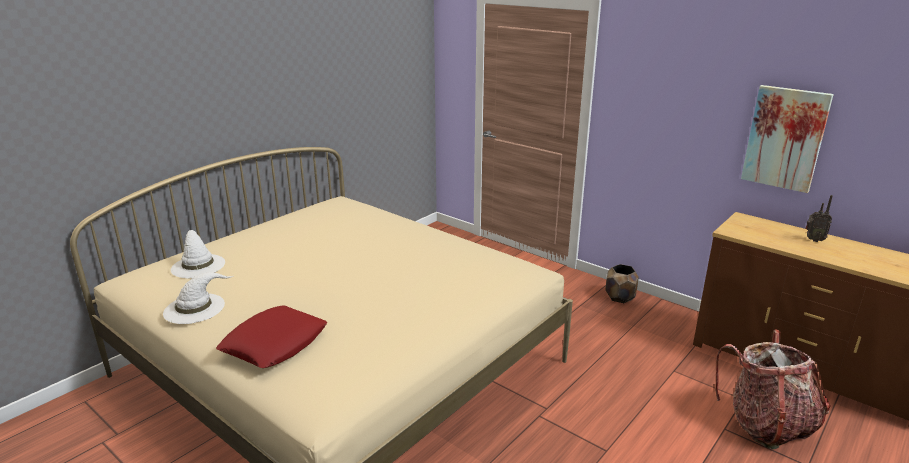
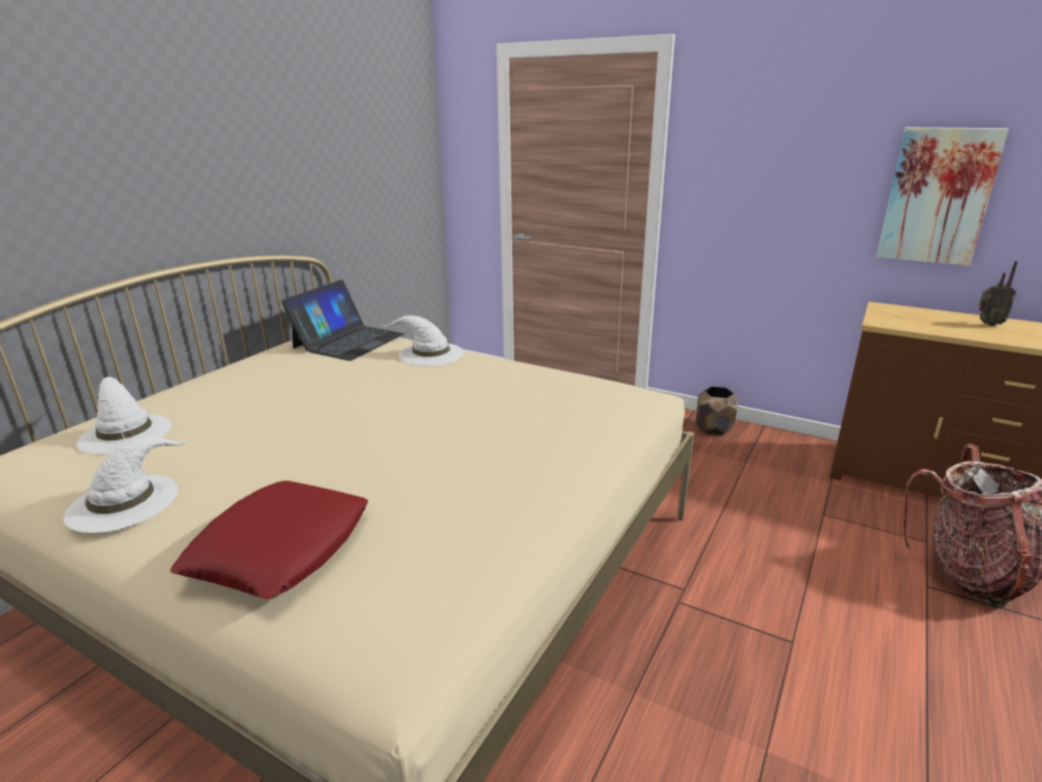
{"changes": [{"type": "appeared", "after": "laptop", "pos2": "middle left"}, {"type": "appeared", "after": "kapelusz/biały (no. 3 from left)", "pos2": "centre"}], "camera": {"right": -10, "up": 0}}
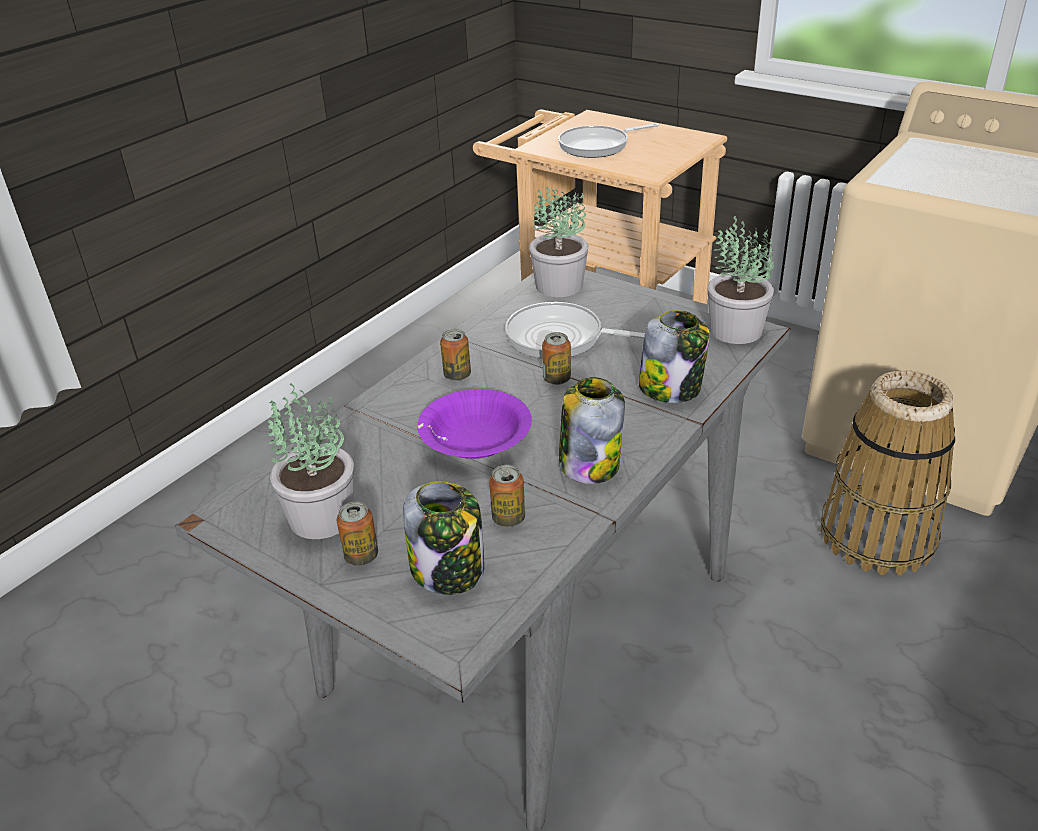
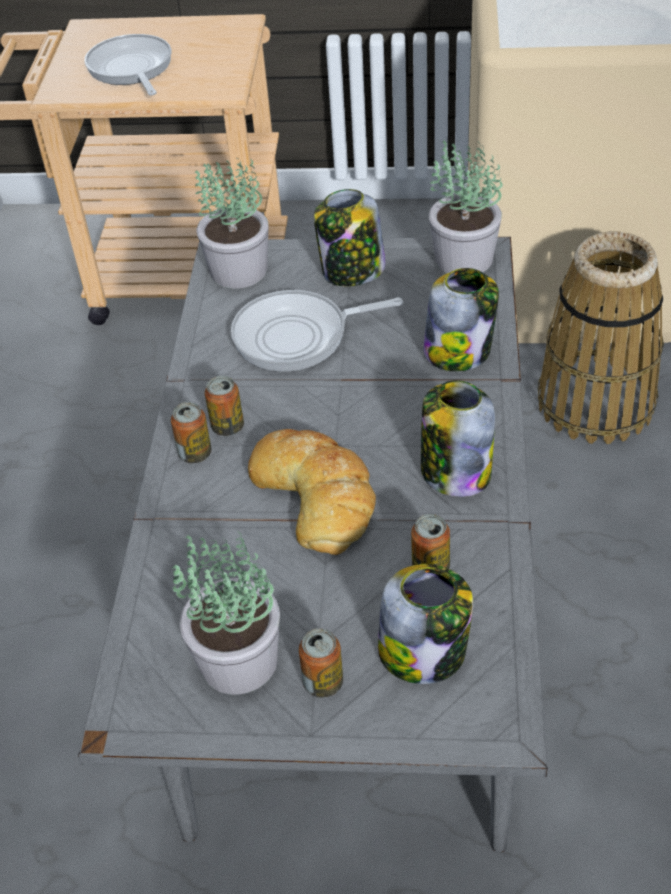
{"changes": [{"type": "spun", "before": "patelnia (no. 2 from left in the first image)", "pos1": "top centre", "pos2": "top left", "turn": 120}, {"type": "relocated", "before": "puszka (no. 4 from left in the first image)", "after": "puszka (no. 1 from left)", "pos1": "centre", "pos2": "middle left"}, {"type": "exchanged", "before": "miska/fioletowy", "after": "chleb", "pos1": "centre", "pos2": "centre"}, {"type": "appeared", "after": "słoik (no. 1 from left)", "pos2": "top centre"}], "camera": {"right": -30, "up": 10}}
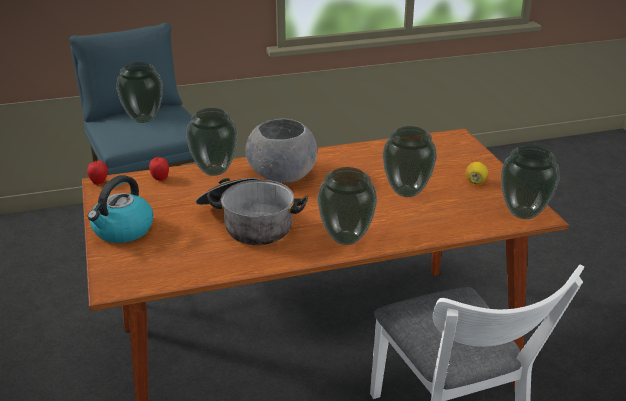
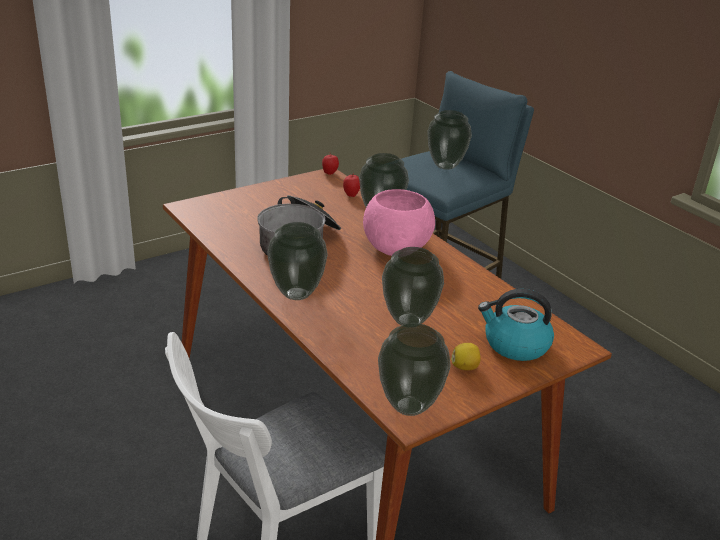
{"changes": [{"type": "colour", "before": "miska/szary", "after": "miska/różowy", "pos1": "centre", "pos2": "centre"}, {"type": "relocated", "before": "czajnik", "pos1": "middle left", "pos2": "middle right"}], "camera": {"right": 70, "up": 0}}
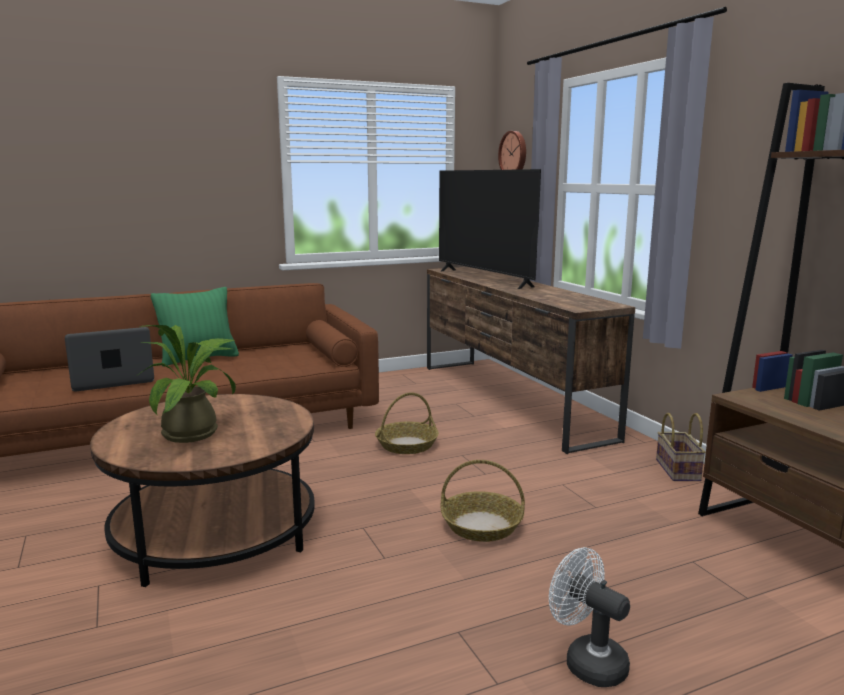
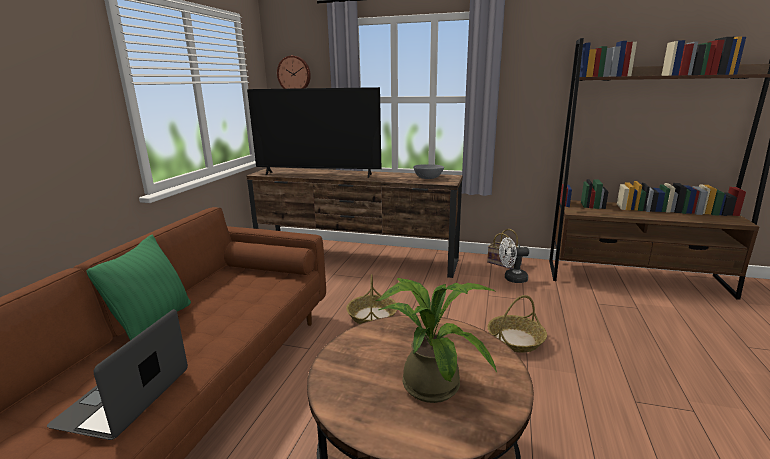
{"changes": [{"type": "relocated", "before": "wentylator/biały", "pos1": "bottom right", "pos2": "middle right"}, {"type": "appeared", "after": "miska/szary", "pos2": "centre"}], "camera": {"right": -50, "up": 5}}
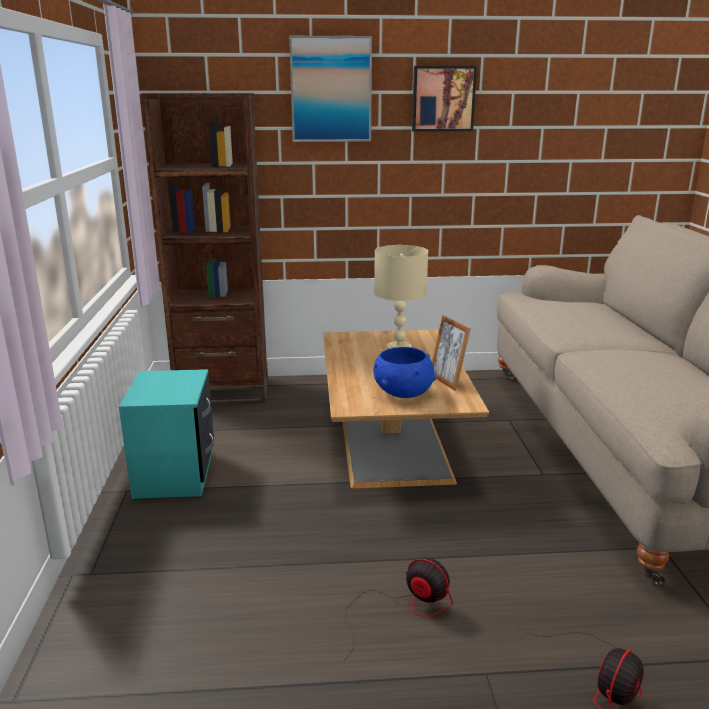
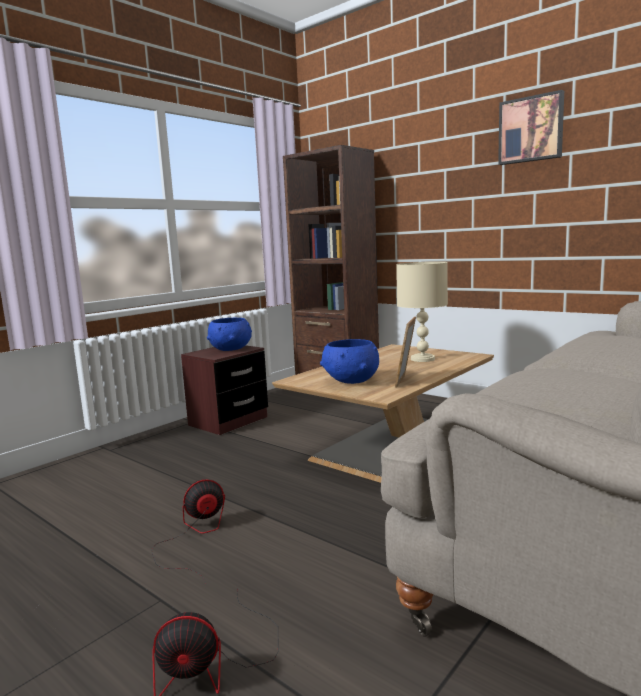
{"changes": [{"type": "missing", "before": "obraz (no. 1 from left)", "pos1": "top centre"}, {"type": "colour", "before": "szafka nocna/turkusowy", "after": "szafka nocna/brązowy", "pos1": "middle left", "pos2": "centre"}, {"type": "spun", "before": "wentylator (no. 1 from left)", "pos1": "bottom centre", "pos2": "bottom left", "turn": -105}, {"type": "appeared", "after": "miska/niebieski (no. 1 from left)", "pos2": "centre"}], "camera": {"right": 45, "up": -10}}
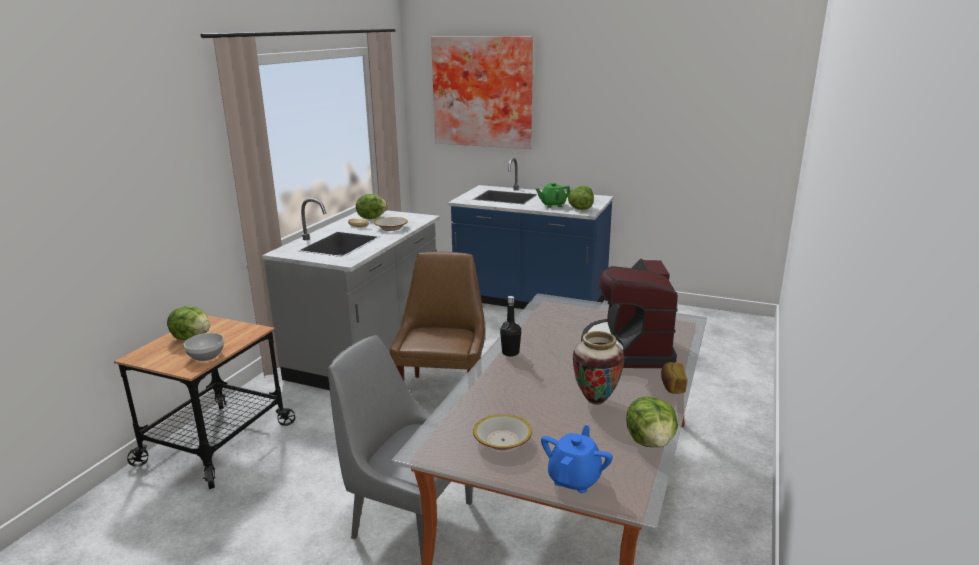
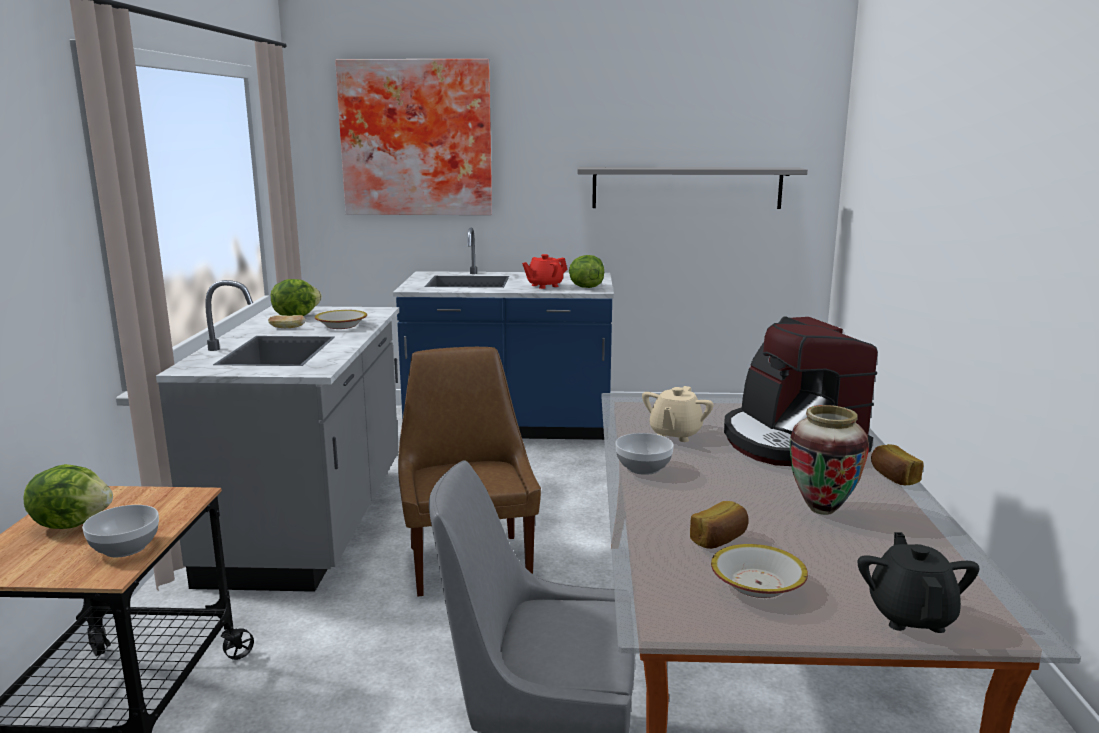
{"changes": [{"type": "colour", "before": "imbryk/zielony", "after": "imbryk/czerwony", "pos1": "centre", "pos2": "centre"}, {"type": "exchanged", "before": "butelka/czarny", "after": "miska (no. 3 from left)", "pos1": "centre", "pos2": "centre"}, {"type": "missing", "before": "sałata (no. 4 from left)", "pos1": "bottom centre"}, {"type": "colour", "before": "imbryk/niebieski", "after": "imbryk/czarny", "pos1": "bottom centre", "pos2": "bottom right"}, {"type": "appeared", "after": "półka/szary", "pos2": "top centre"}, {"type": "appeared", "after": "imbryk/beżowy", "pos2": "centre"}, {"type": "appeared", "after": "chleb (no. 2 from left)", "pos2": "bottom centre"}], "camera": {"right": -20, "up": -5}}
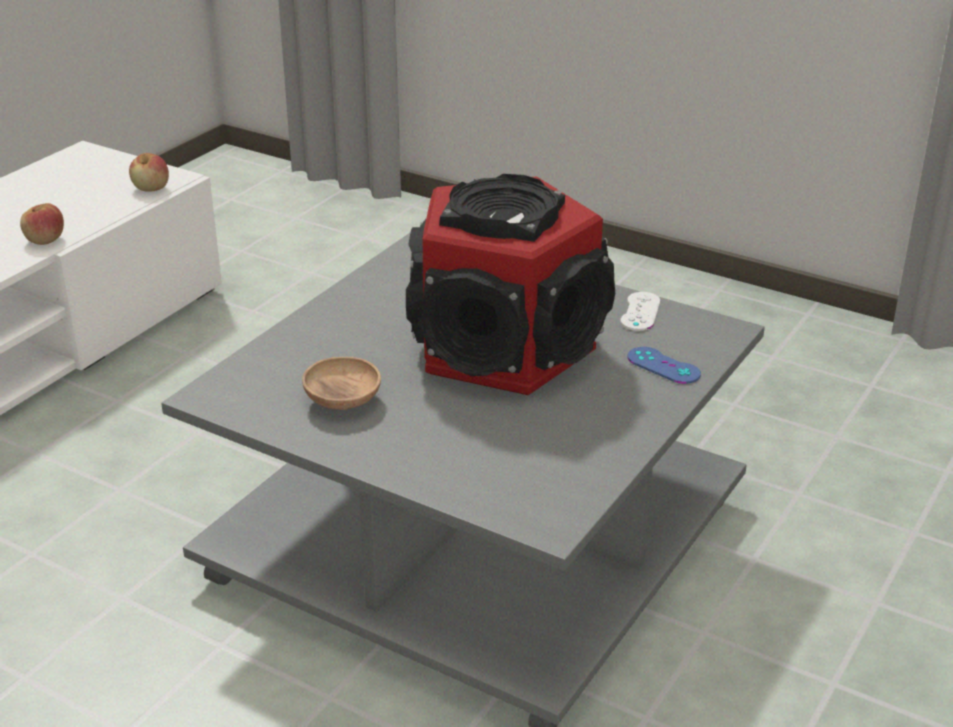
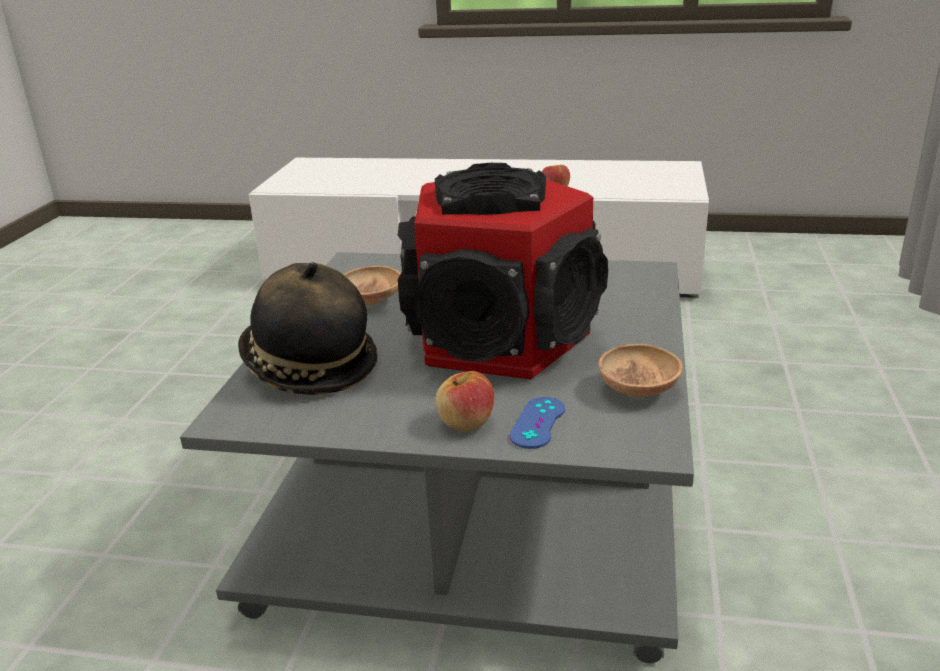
{"changes": [{"type": "relocated", "before": "jabłko (no. 2 from left in the first image)", "after": "jabłko (no. 1 from left)", "pos1": "top left", "pos2": "centre"}, {"type": "exchanged", "before": "pad do gier/biały", "after": "miska/brązowy (no. 2 from left)", "pos1": "middle right", "pos2": "middle right"}, {"type": "appeared", "after": "kapelusz", "pos2": "middle left"}], "camera": {"right": 70, "up": -5}}
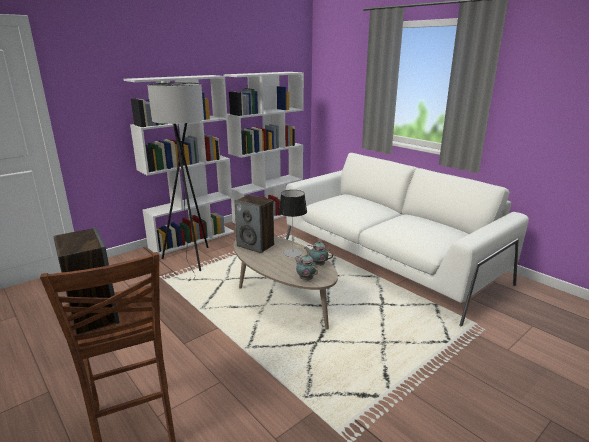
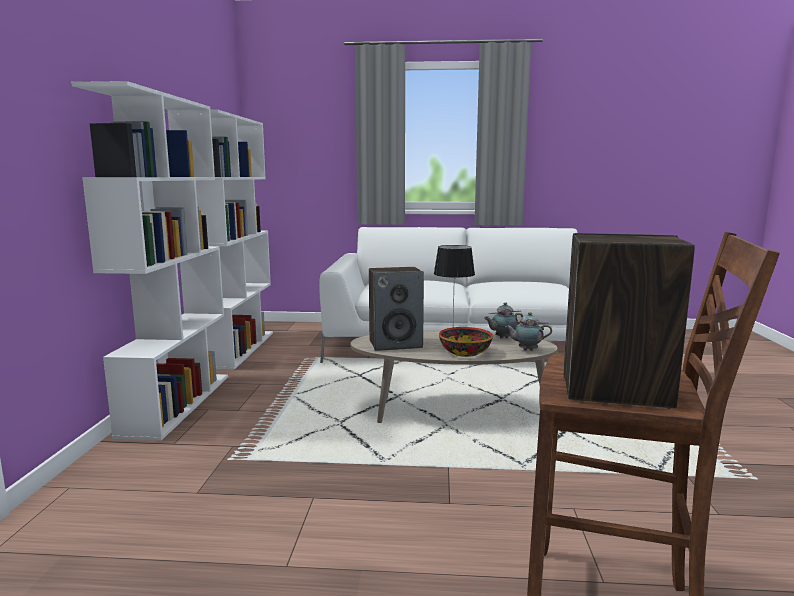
{"changes": [{"type": "missing", "before": "lampa stojąca/szary", "pos1": "middle left"}, {"type": "appeared", "after": "miska", "pos2": "centre"}], "camera": {"right": -45, "up": -10}}
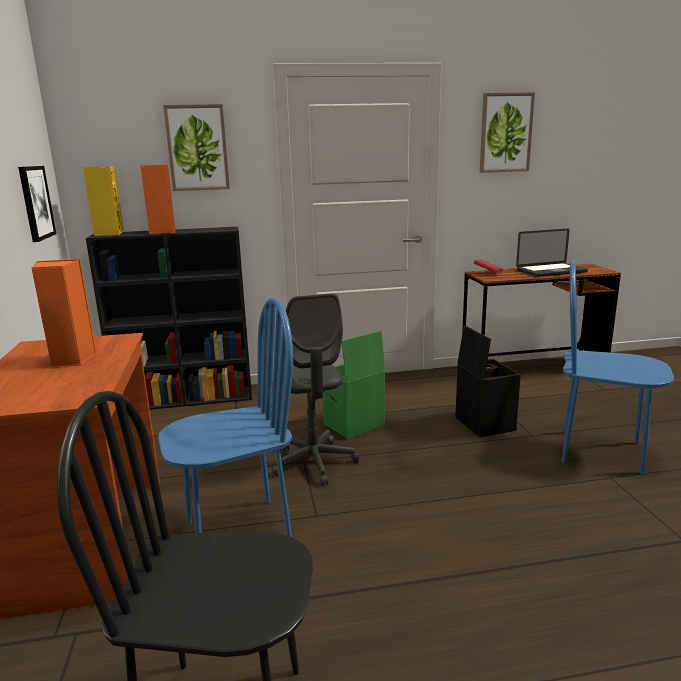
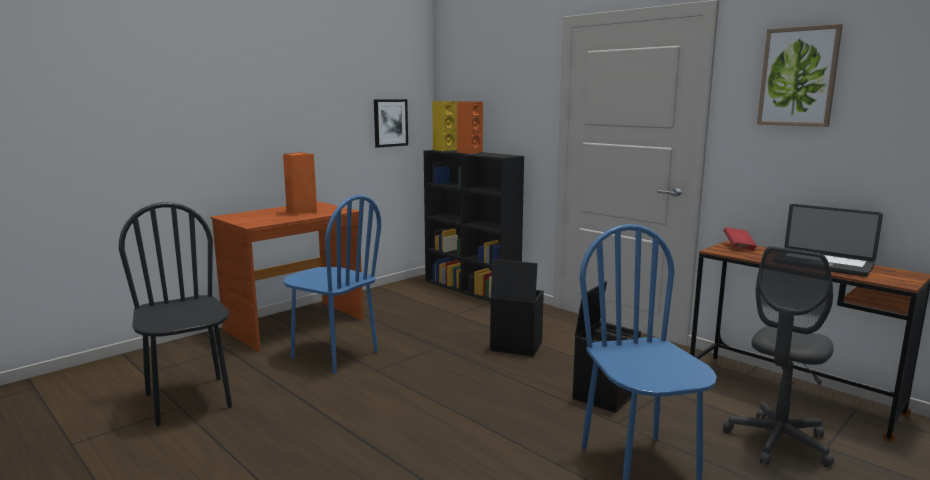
{"changes": [{"type": "missing", "before": "obraz (no. 2 from left)", "pos1": "top left"}, {"type": "relocated", "before": "krzesło biurowe/szary", "pos1": "centre", "pos2": "bottom right"}, {"type": "colour", "before": "pojemnik do przechowywania/zielony", "after": "pojemnik do przechowywania/czarny (no. 1 from left)", "pos1": "centre", "pos2": "centre"}], "camera": {"right": 55, "up": -5}}
